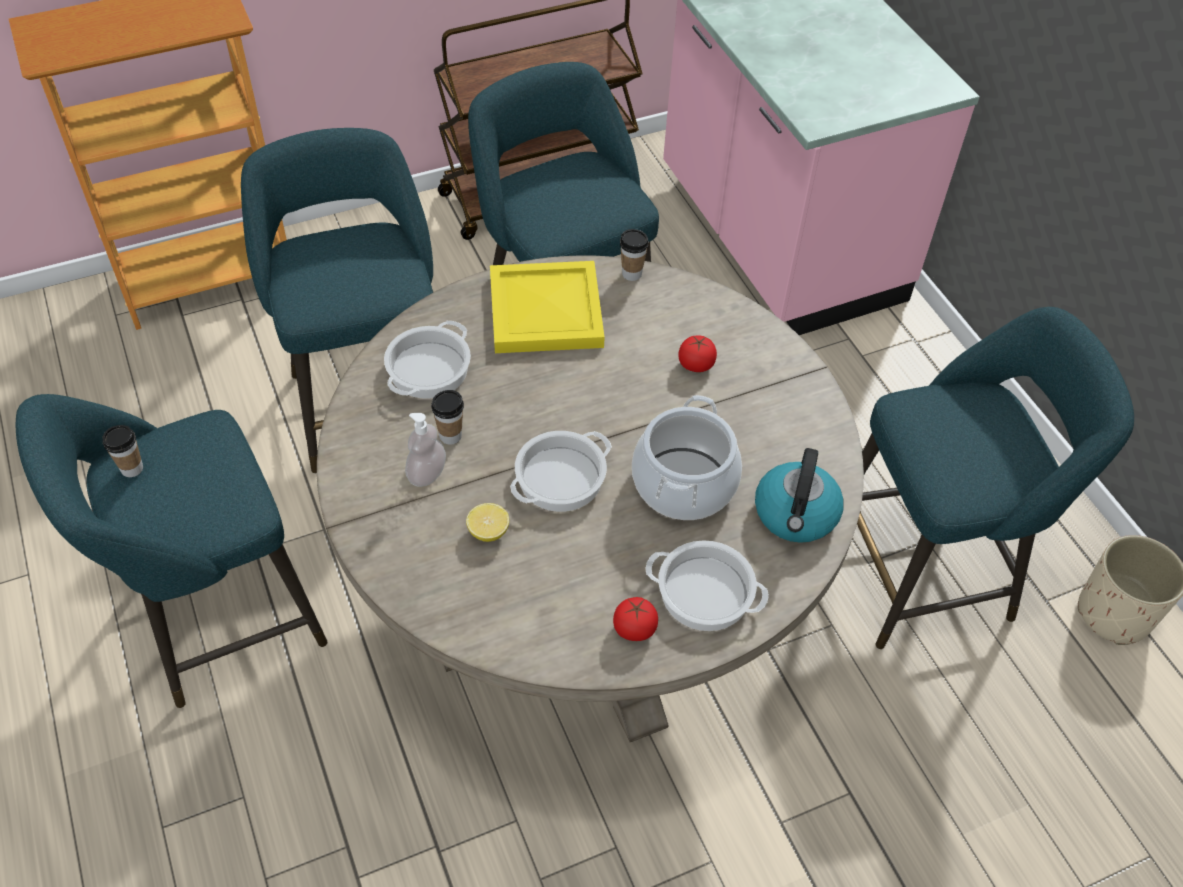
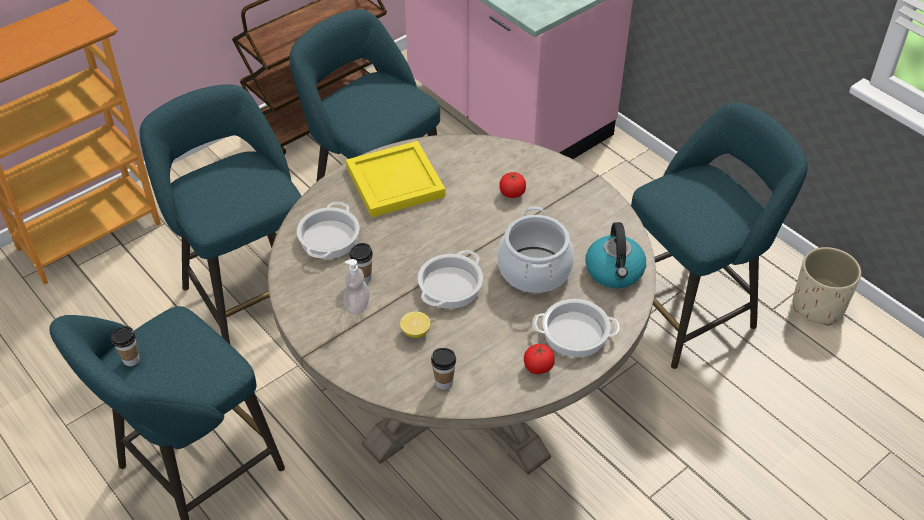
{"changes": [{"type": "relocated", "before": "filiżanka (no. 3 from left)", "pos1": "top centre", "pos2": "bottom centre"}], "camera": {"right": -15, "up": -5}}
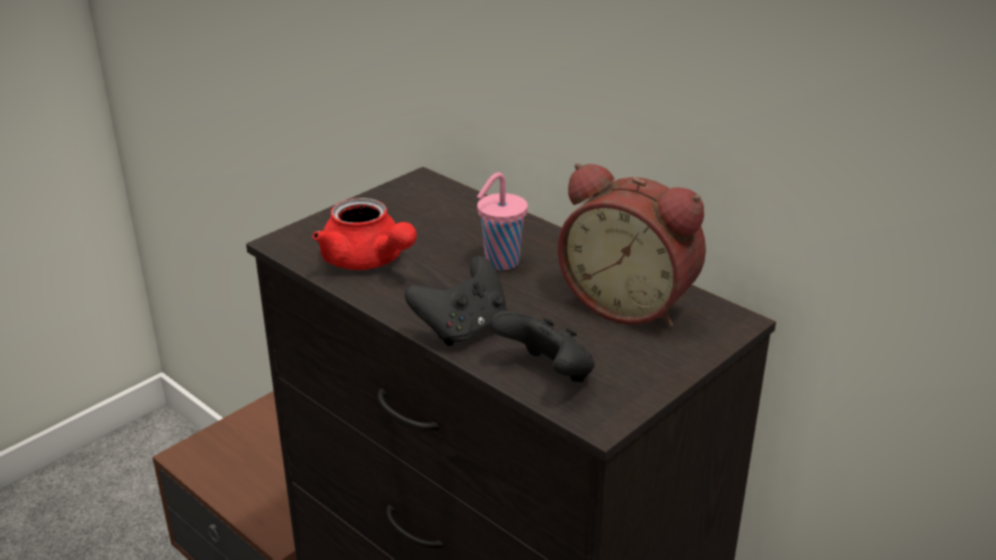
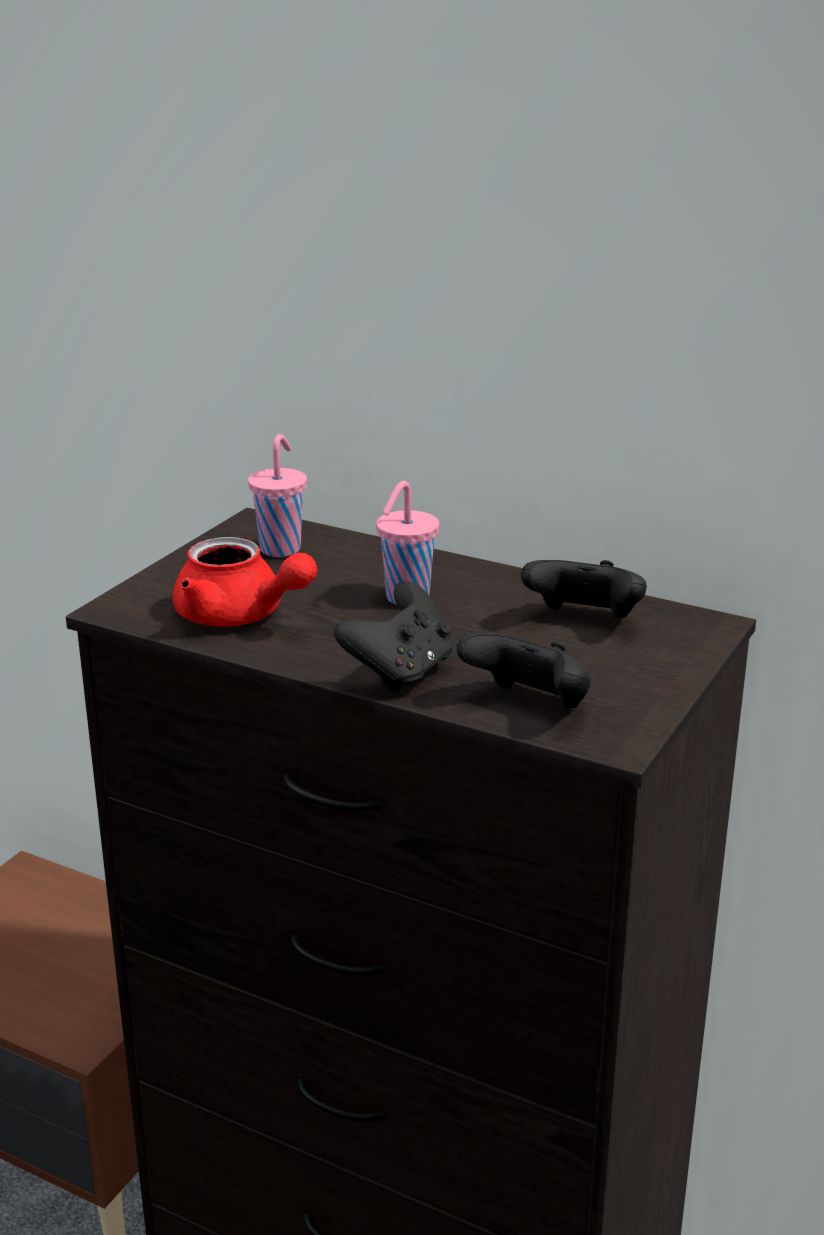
{"changes": [{"type": "exchanged", "before": "budzik", "after": "pad do gier/czarny (no. 3 from left)", "pos1": "centre", "pos2": "middle right"}, {"type": "appeared", "after": "filiżanka/różowy (no. 1 from left)", "pos2": "centre"}], "camera": {"right": -15, "up": -5}}
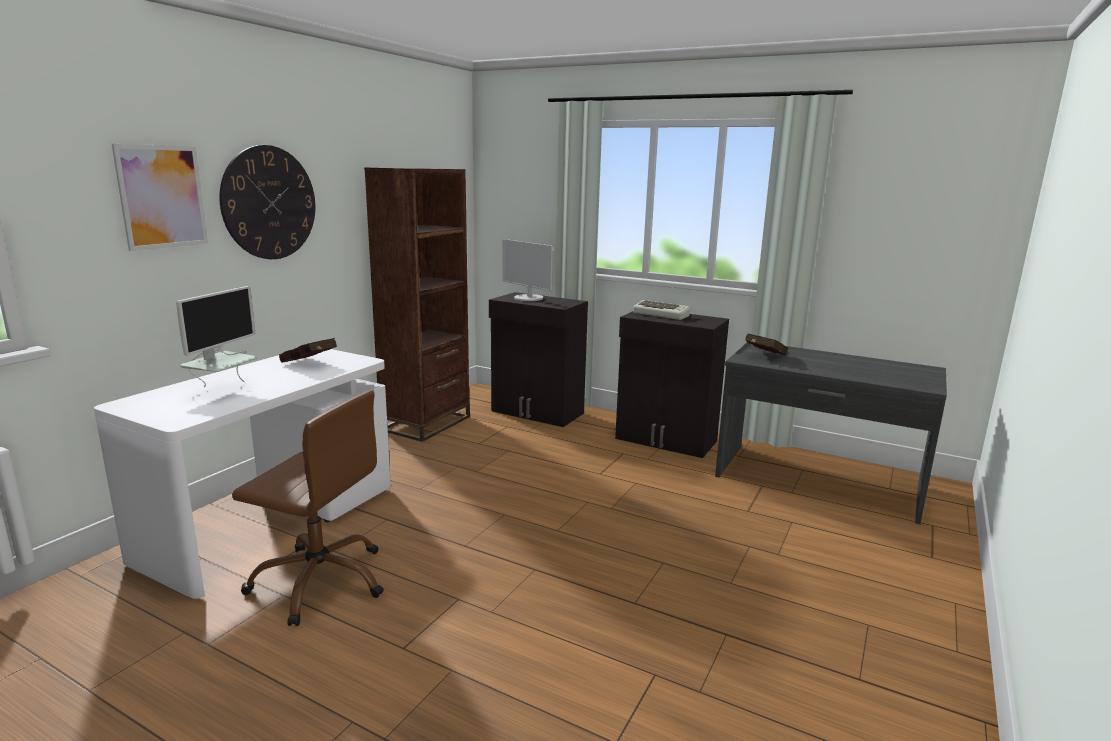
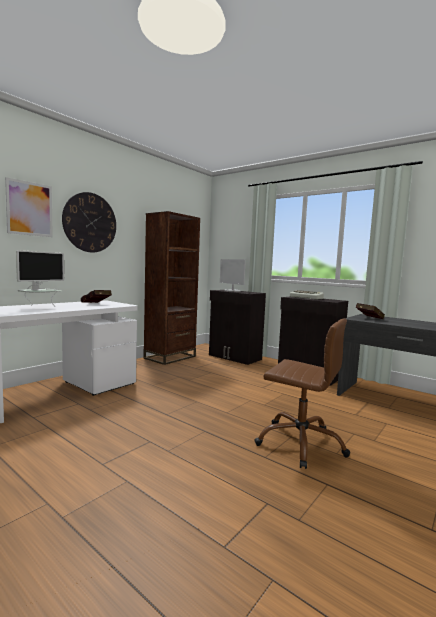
{"changes": [{"type": "relocated", "before": "krzesło biurowe/brązowy", "pos1": "bottom left", "pos2": "middle right"}], "camera": {"right": 10, "up": -10}}
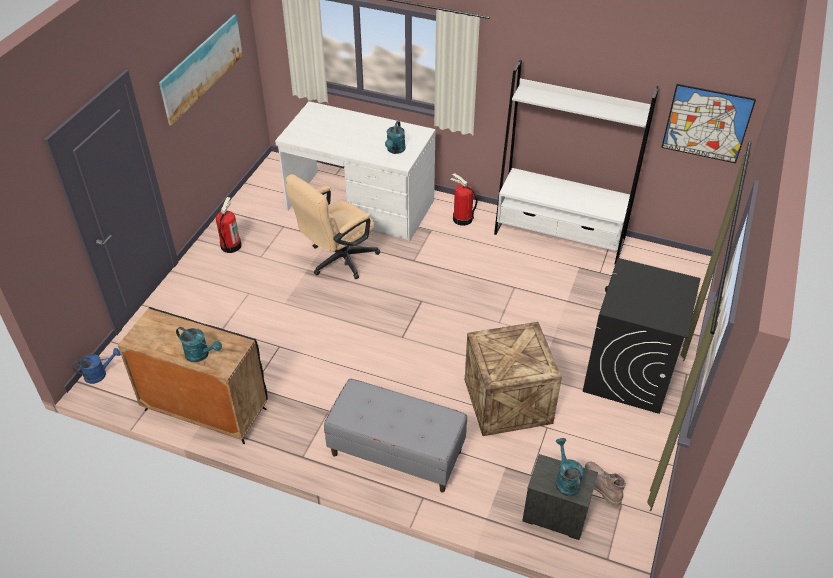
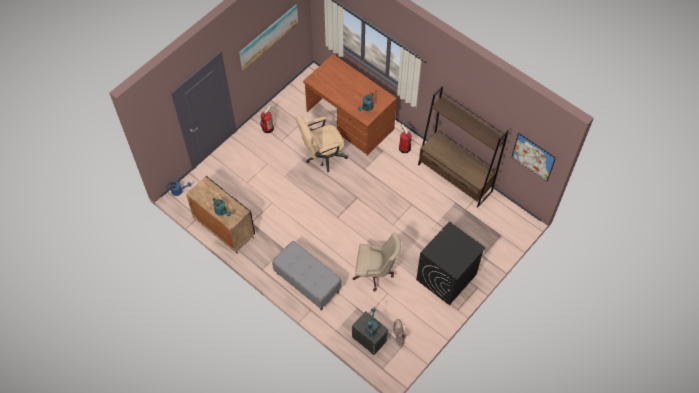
{"changes": [{"type": "colour", "before": "regał/biały", "after": "regał/brązowy", "pos1": "top right", "pos2": "centre"}, {"type": "colour", "before": "biurko/biały", "after": "biurko/brązowy", "pos1": "top centre", "pos2": "top centre"}, {"type": "exchanged", "before": "skrzynka", "after": "krzesło biurowe/beżowy (no. 2 from left)", "pos1": "centre", "pos2": "bottom centre"}], "camera": {"right": 20, "up": 15}}
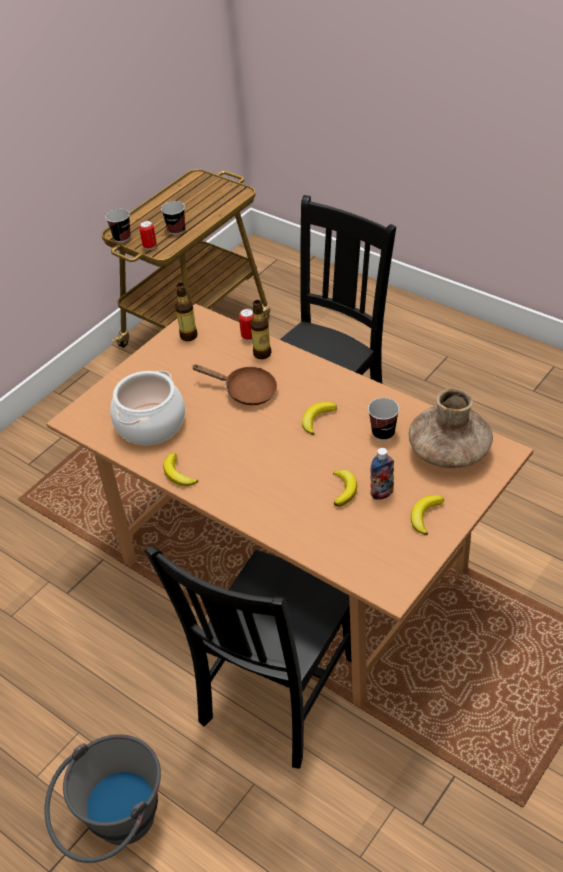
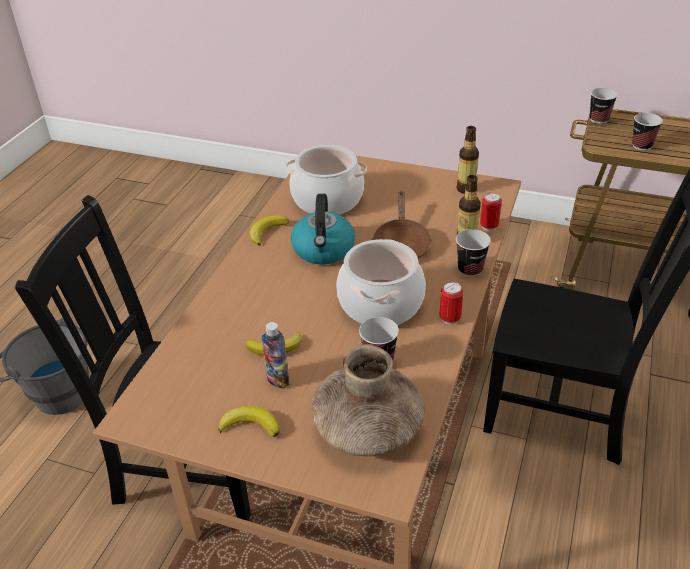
{"changes": [{"type": "relocated", "before": "puszka (no. 1 from left)", "pos1": "top left", "pos2": "centre"}, {"type": "exchanged", "before": "banan (no. 2 from left)", "after": "garnek (no. 2 from left)", "pos1": "centre", "pos2": "centre"}, {"type": "appeared", "after": "czajnik", "pos2": "centre"}, {"type": "appeared", "after": "filiżanka (no. 2 from left)", "pos2": "middle right"}], "camera": {"right": 70, "up": -5}}
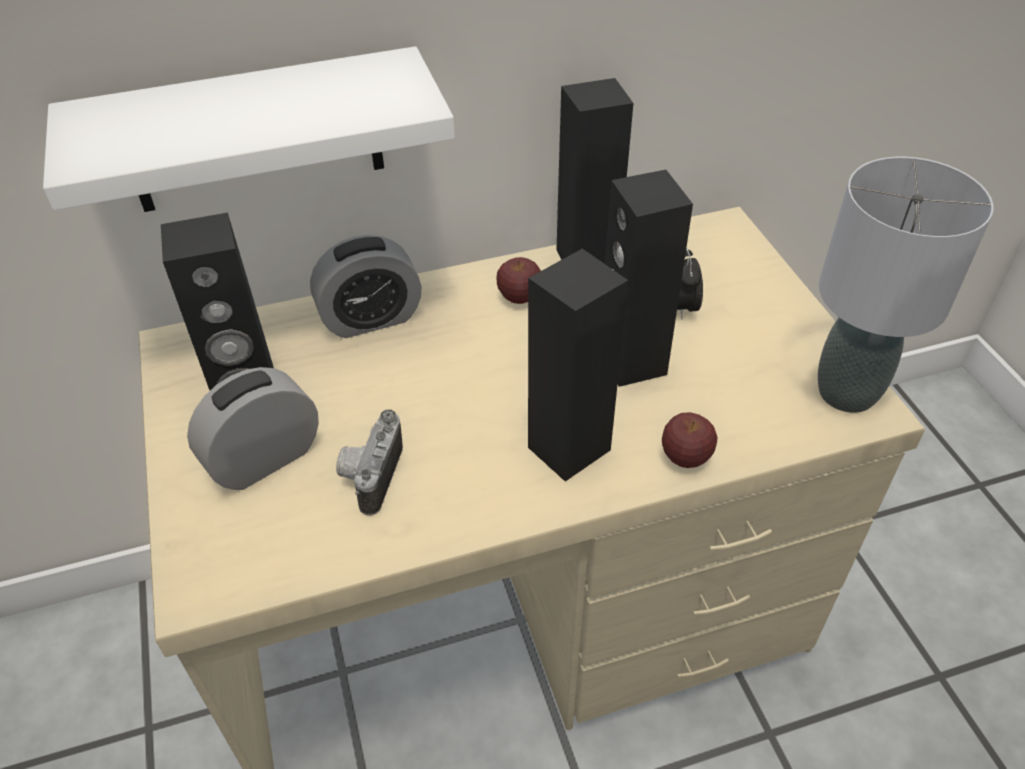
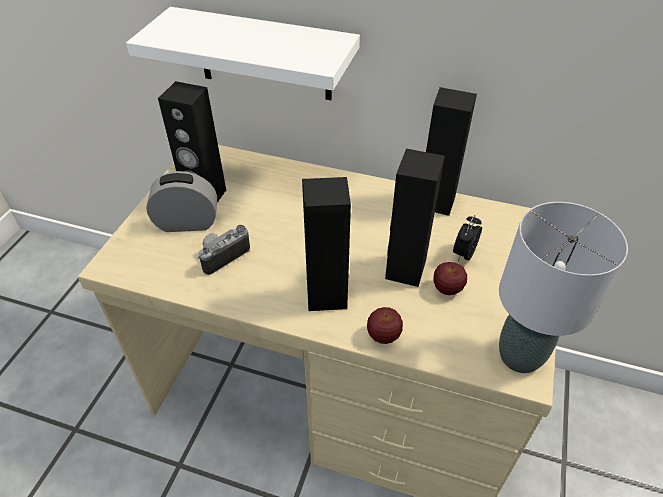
{"changes": [{"type": "missing", "before": "budzik (no. 2 from left)", "pos1": "centre"}, {"type": "relocated", "before": "jabłko (no. 1 from left in the first image)", "after": "jabłko (no. 2 from left)", "pos1": "centre", "pos2": "middle right"}], "camera": {"right": 35, "up": 0}}
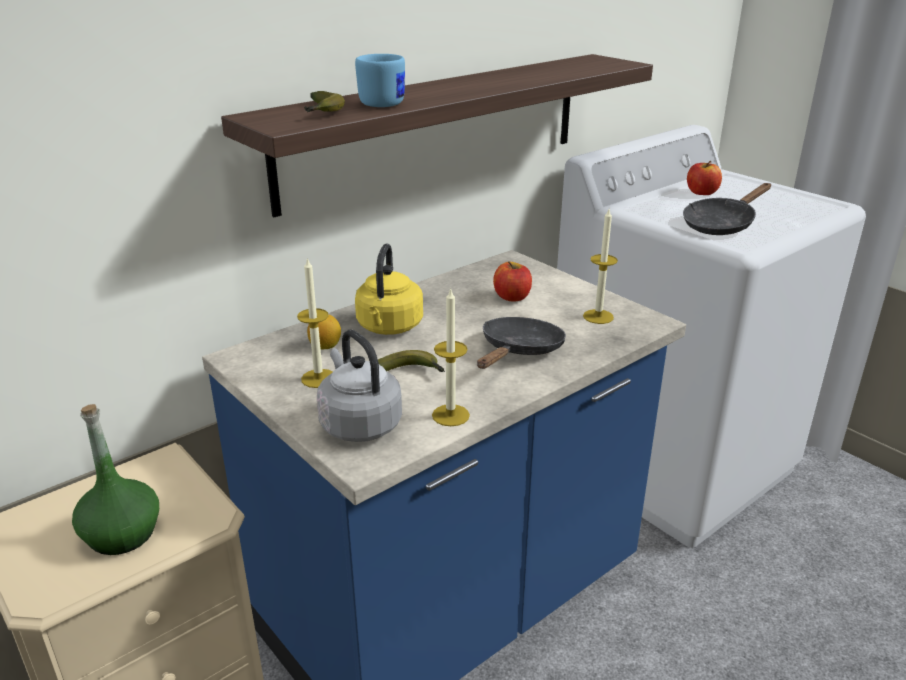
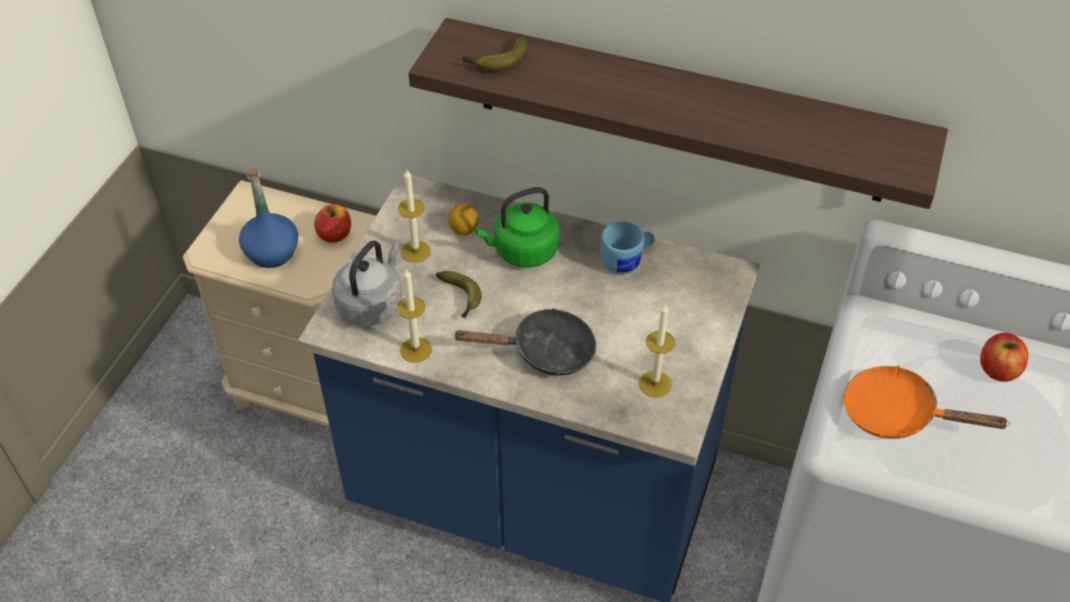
{"changes": [{"type": "relocated", "before": "kubek/niebieski", "pos1": "top centre", "pos2": "centre"}, {"type": "colour", "before": "patelnia/czarny (no. 2 from left)", "after": "patelnia/pomarańczowy", "pos1": "top right", "pos2": "bottom right"}, {"type": "colour", "before": "czajnik/żółty", "after": "czajnik/zielony", "pos1": "centre", "pos2": "centre"}, {"type": "relocated", "before": "jabłko (no. 1 from left)", "pos1": "centre", "pos2": "middle left"}, {"type": "colour", "before": "butelka/zielony", "after": "butelka/niebieski", "pos1": "bottom left", "pos2": "middle left"}], "camera": {"right": 60, "up": 20}}
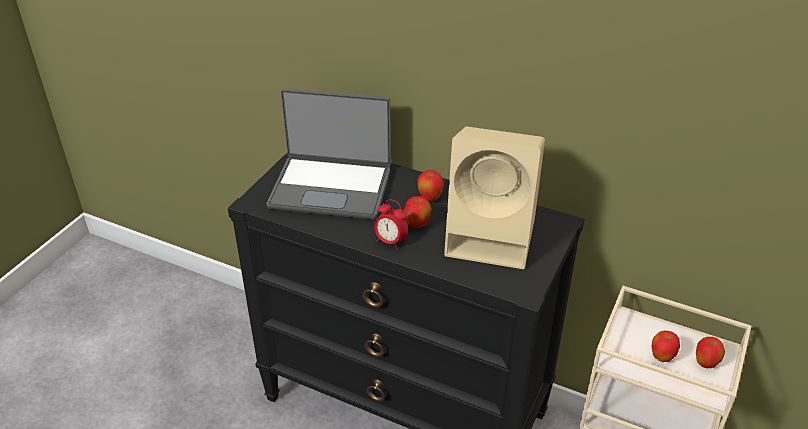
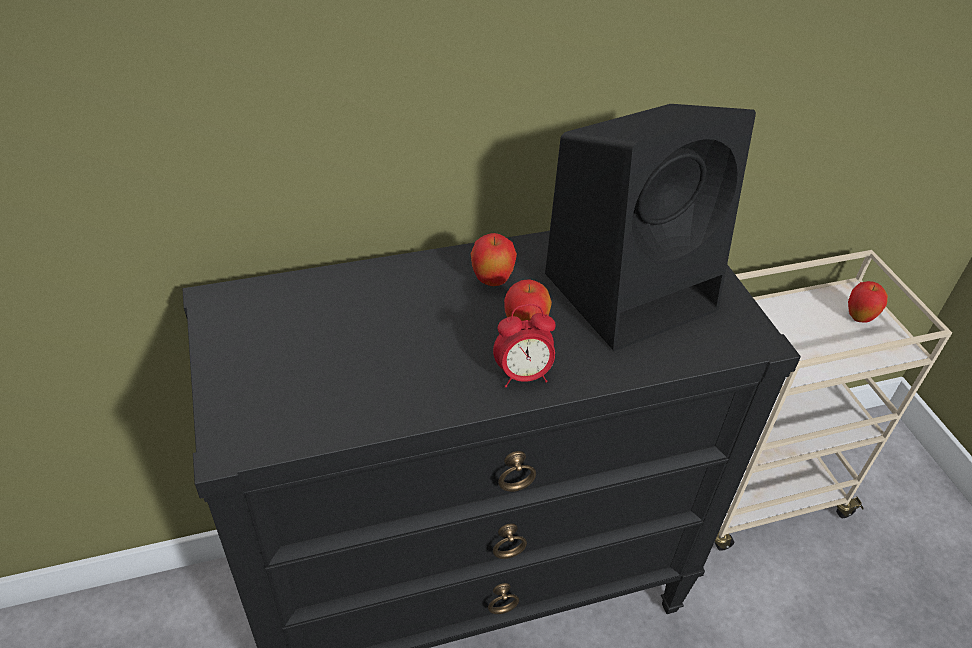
{"changes": [{"type": "missing", "before": "laptop", "pos1": "centre"}, {"type": "colour", "before": "głośnik/beżowy", "after": "głośnik/czarny", "pos1": "centre", "pos2": "middle right"}, {"type": "missing", "before": "jabłko (no. 3 from left)", "pos1": "bottom right"}], "camera": {"right": -45, "up": 5}}
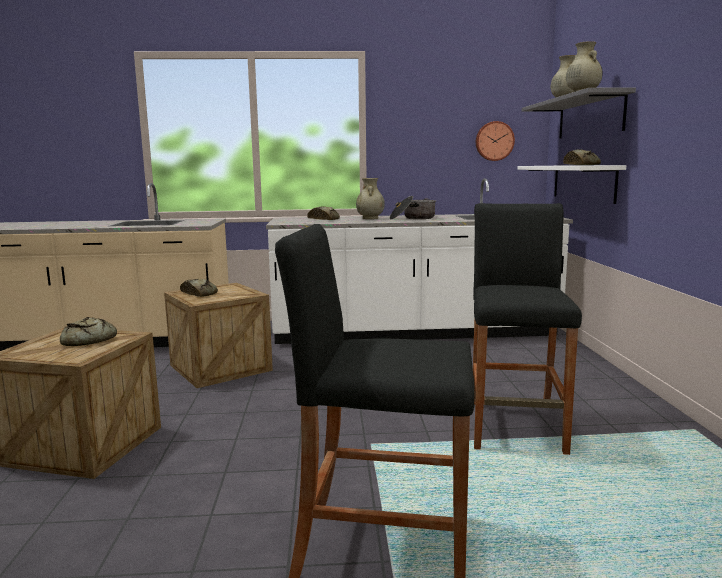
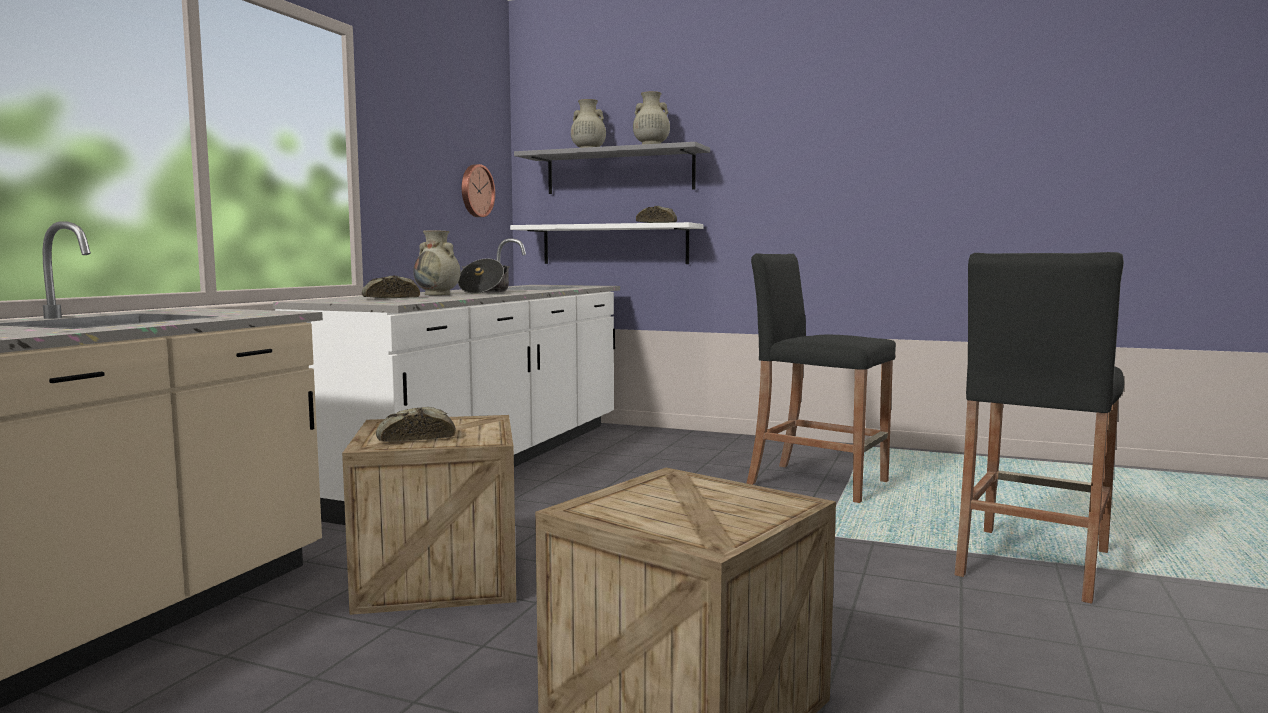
{"changes": [{"type": "missing", "before": "chleb (no. 1 from left)", "pos1": "middle left"}], "camera": {"right": -65, "up": -5}}
